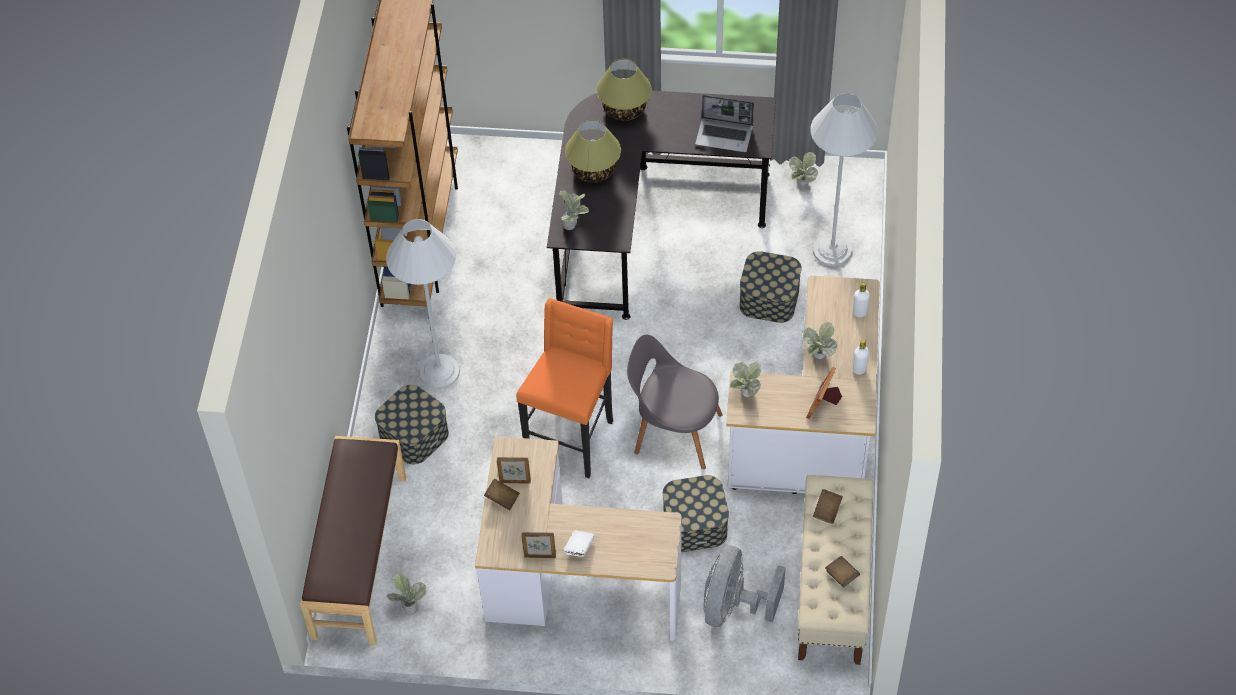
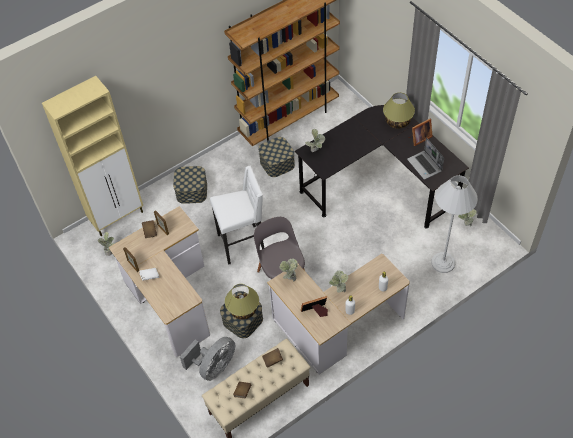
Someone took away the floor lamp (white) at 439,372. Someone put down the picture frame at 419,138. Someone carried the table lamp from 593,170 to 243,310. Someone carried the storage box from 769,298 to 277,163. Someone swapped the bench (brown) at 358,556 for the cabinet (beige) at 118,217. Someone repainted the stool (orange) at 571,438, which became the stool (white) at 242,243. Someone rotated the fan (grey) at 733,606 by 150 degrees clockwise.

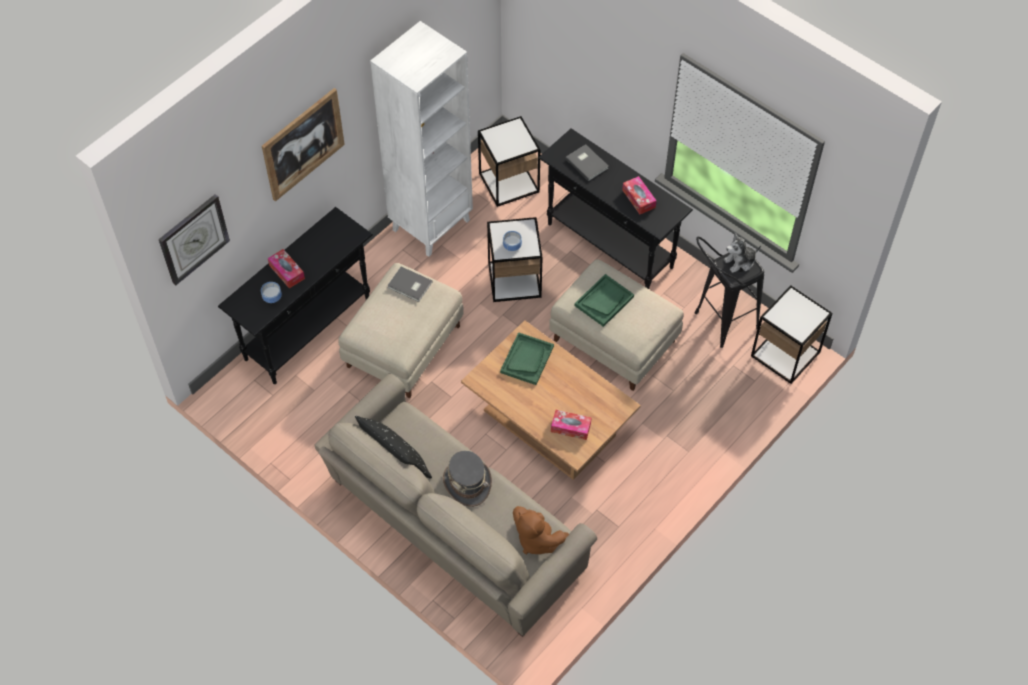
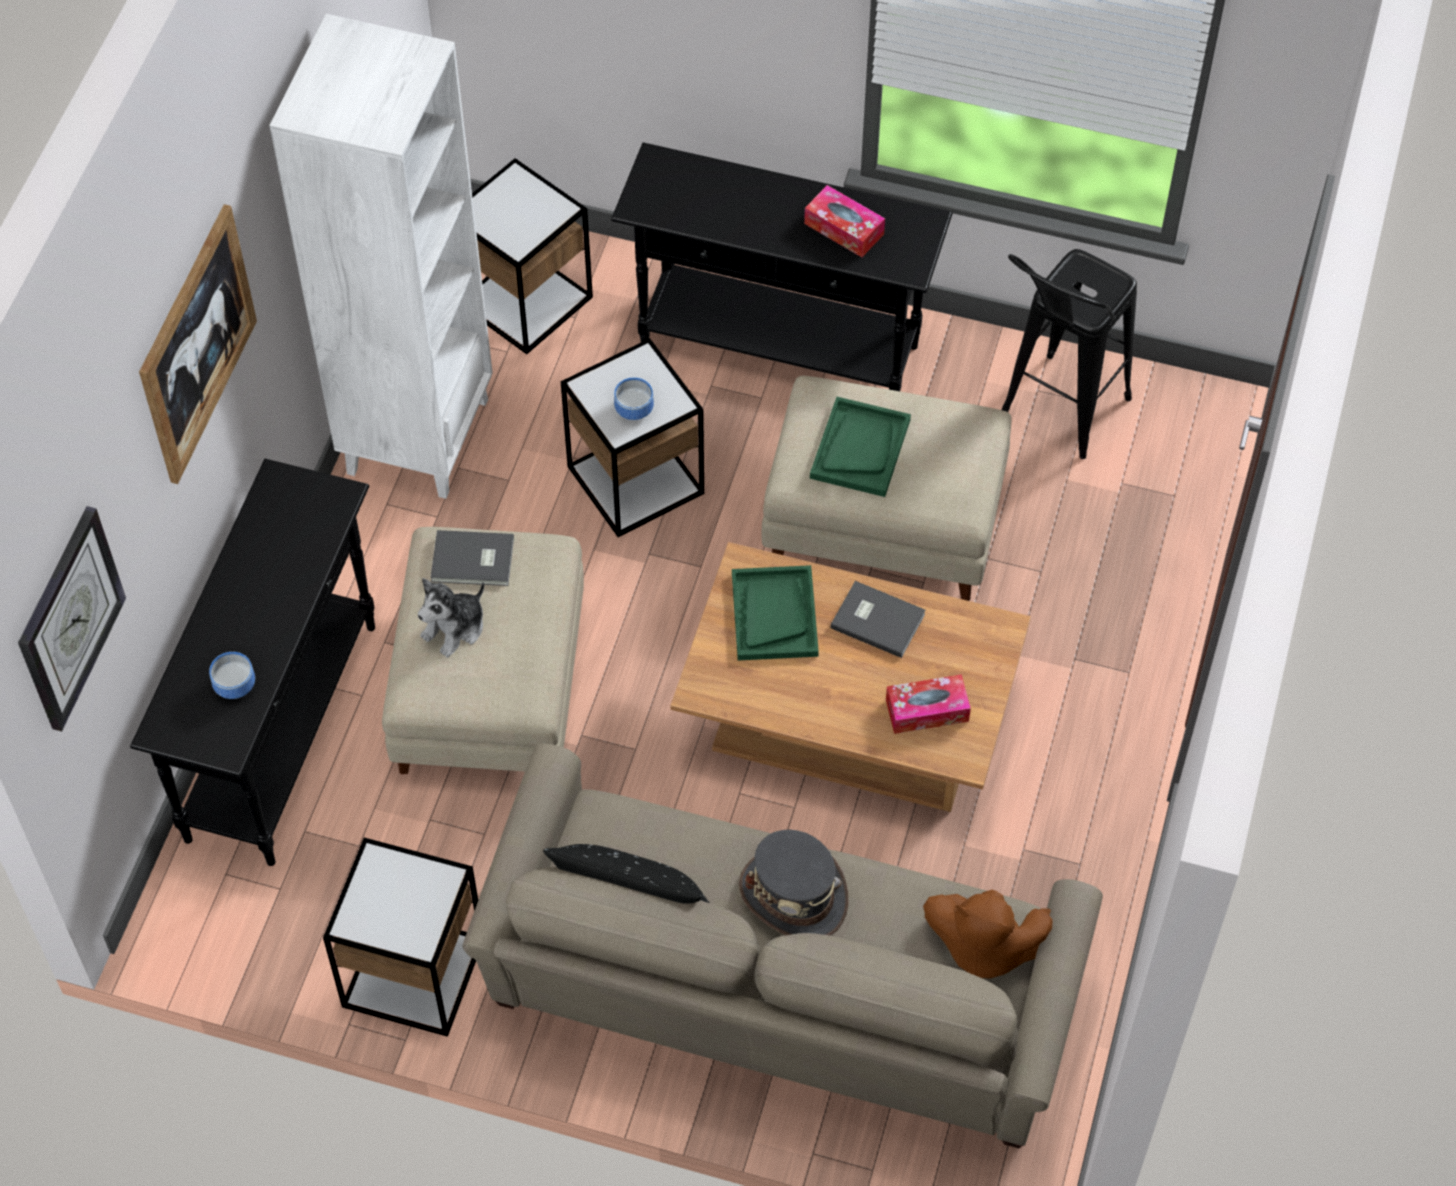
Someone took away the tissue box at 287,272. Someone carried the book (grey) from 587,163 to 877,619. Someone carried the plush toy from 740,262 to 455,628. Someone carried the side table from 785,354 to 413,972.

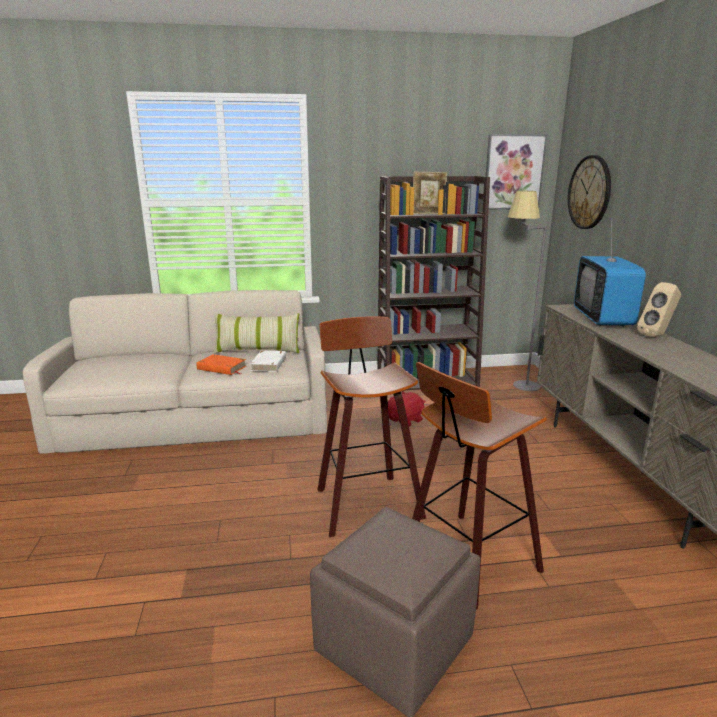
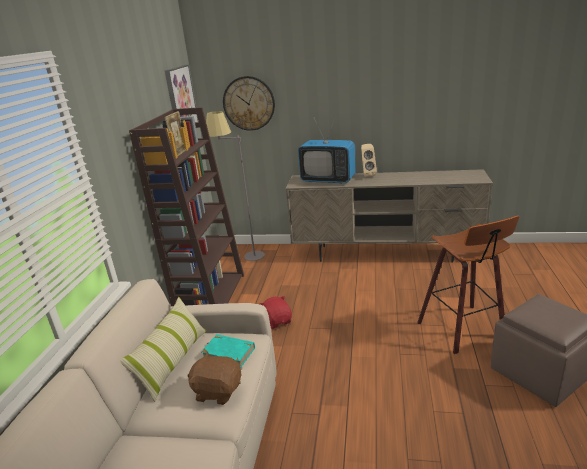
Someone took away the stool at 365,502. Someone swapped the book (orange) at 222,368 for the plush toy (brown) at 217,391. Someone repainted the book (white) at 269,364, which became the book (turquoise) at 228,353.

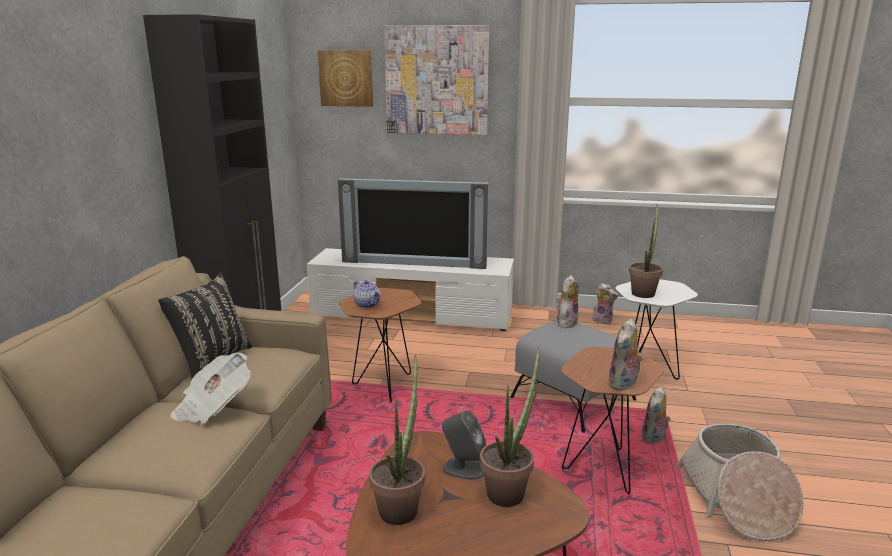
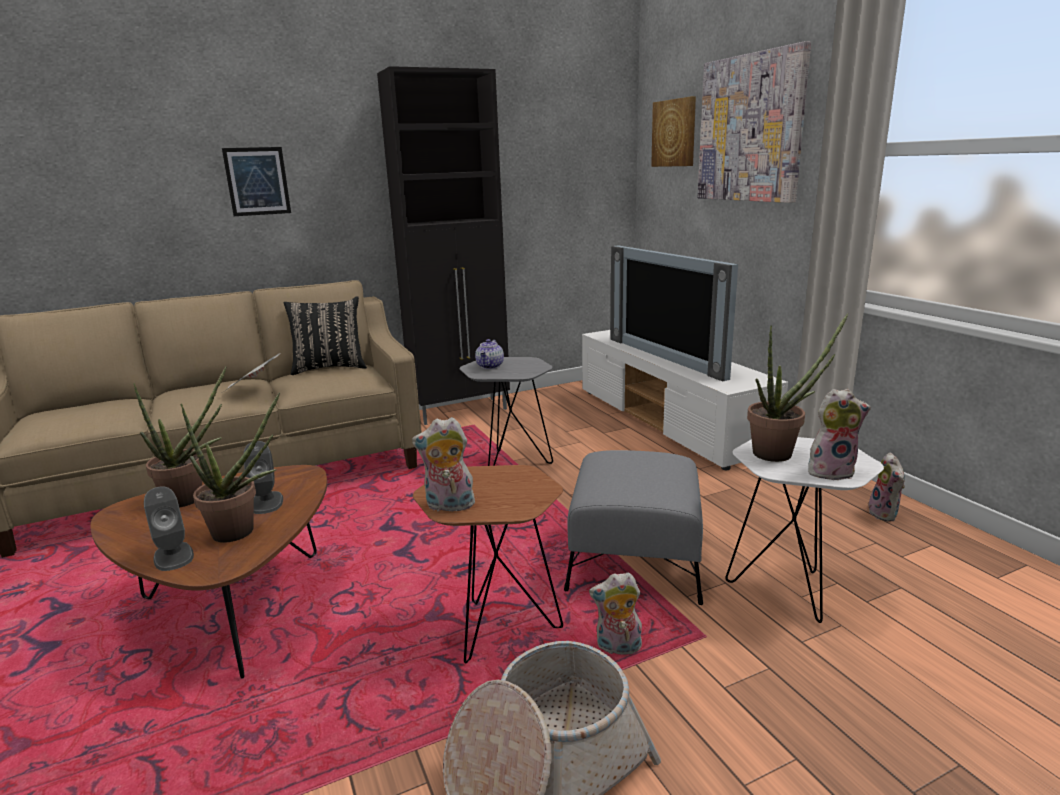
Someone put down the speaker (grey) at 173,556. Someone put up the picture at 257,181. Someone carried the plush toy from 566,323 to 831,471. Someone repainted the side table (brown) at 383,387, which became the side table (grey) at 510,463.

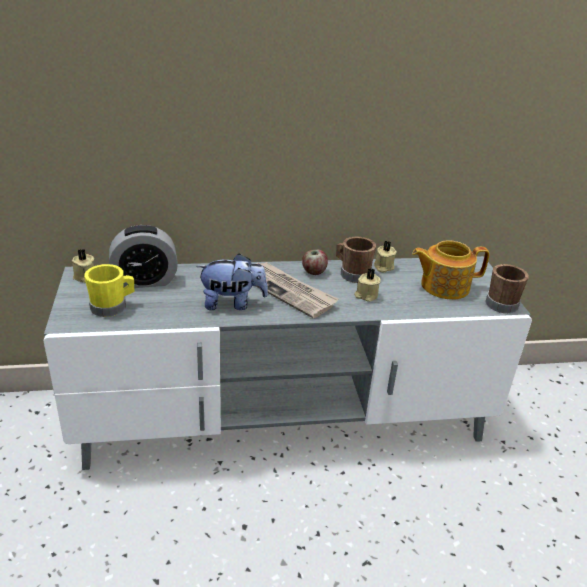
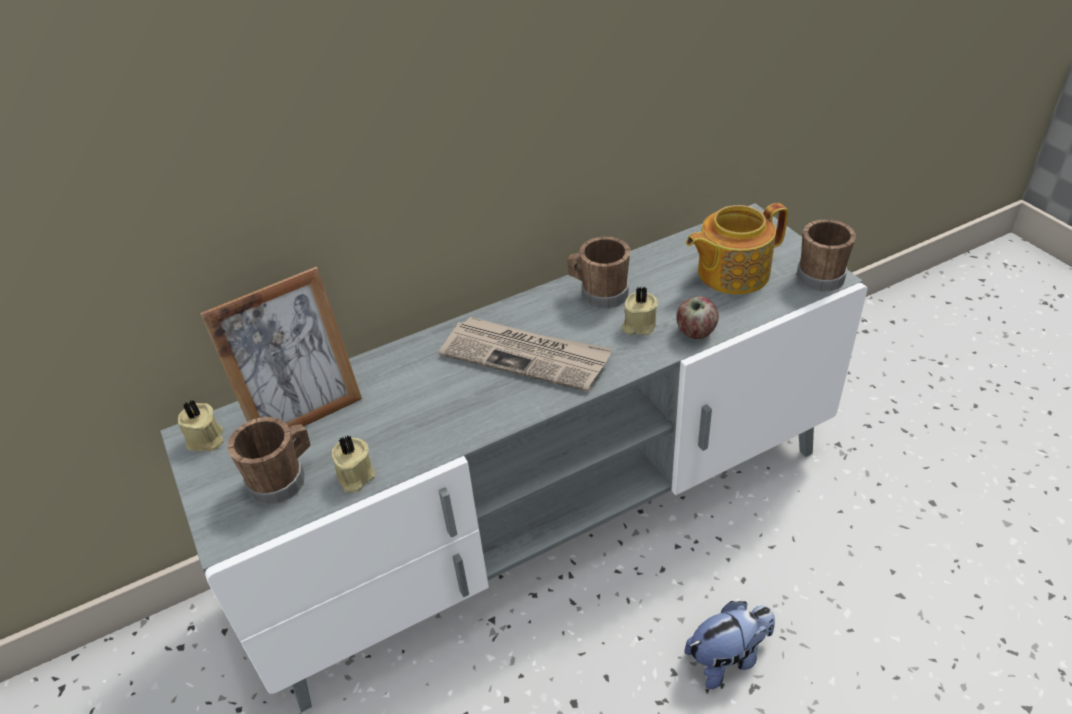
Someone carried the plush toy from 232,303 to 727,658. Someone carried the apple from 313,272 to 695,332. Someone carried the candle (beige) from 383,267 to 354,476. Someone swapped the alarm clock at 145,281 for the picture frame at 305,413. Someone repainted the mug (yellow) at 112,307, which became the mug (brown) at 283,479.

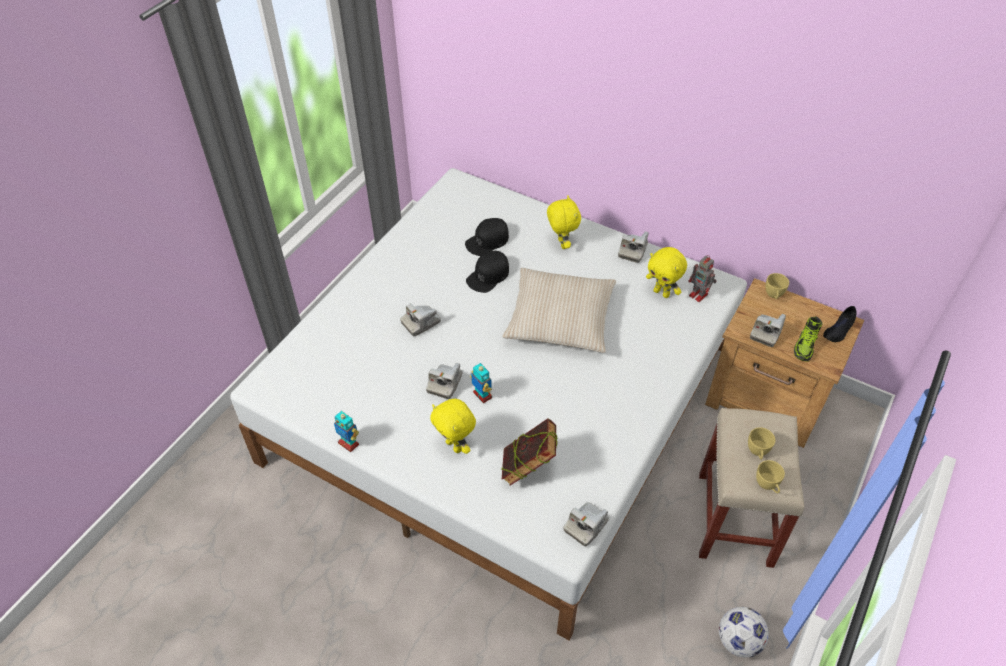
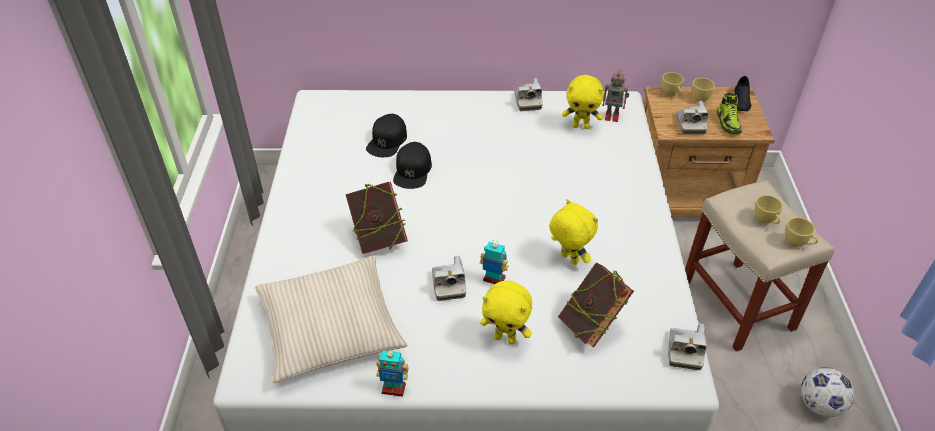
Someone put down the cup (yellow) at 701,97. Someone carried the pillow (beige) from 560,319 to 330,327. Someone carried the plush toy (yellow) from 561,244 to 568,259. Someone swapped the photo camera at 421,323 for the book at 379,239.

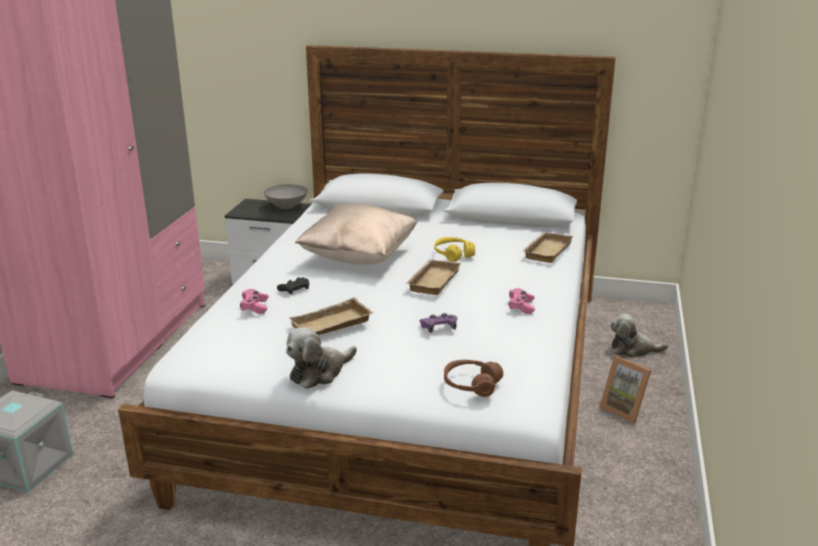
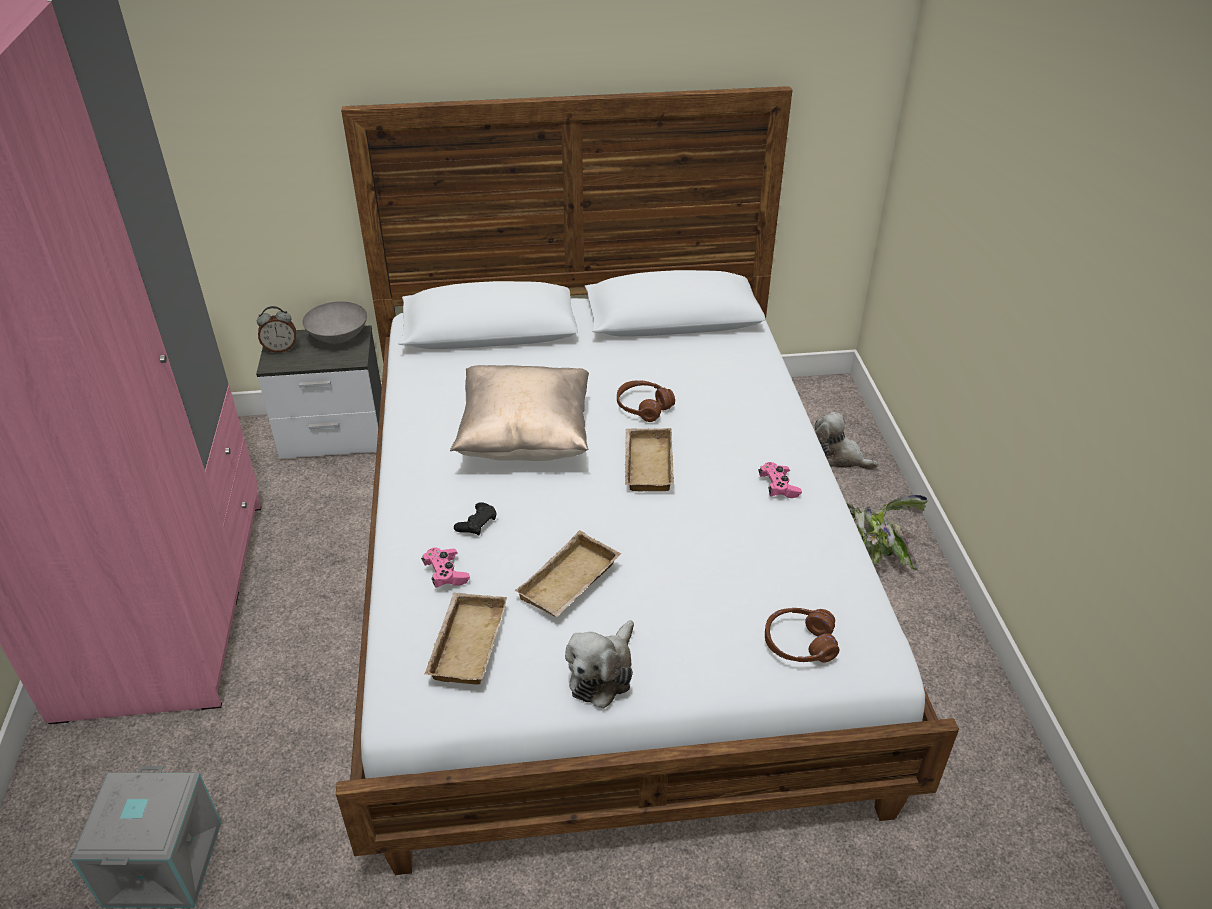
Someone took away the game controller (purple) at 438,328. Someone put down the alarm clock at 281,349. Someone carried the tray (beige) from 546,250 to 465,642. Someone swapped the picture frame at 624,409 for the potted plant at 870,552. Someone repainted the headphones (yellow) at 453,255, which became the headphones (brown) at 643,407. Someone rotated the plush toy at 633,349 by 45 degrees clockwise.

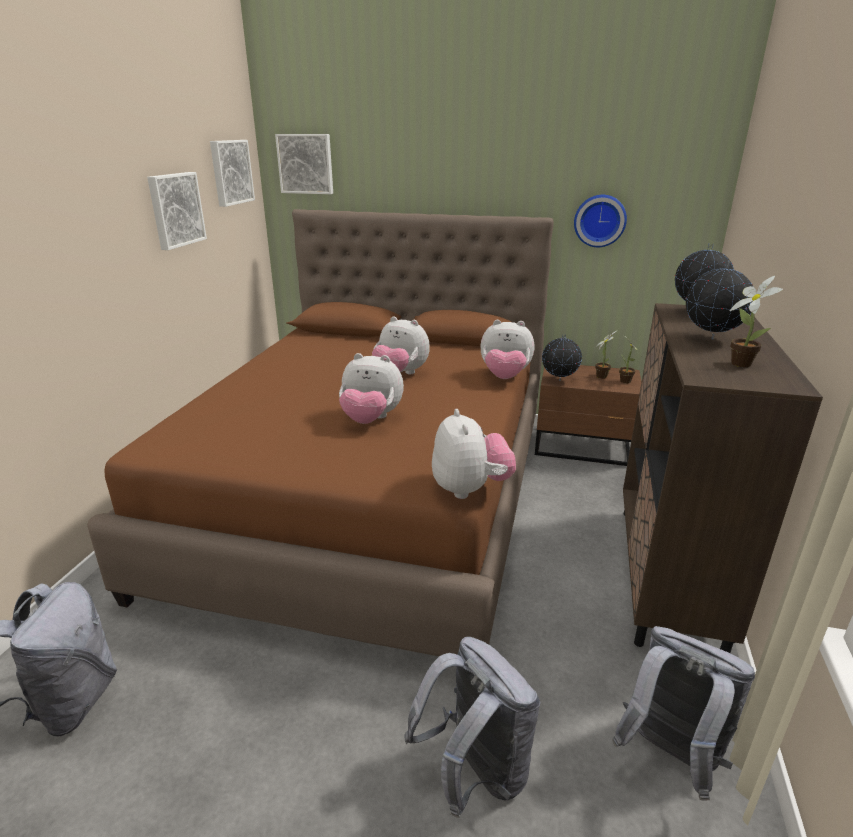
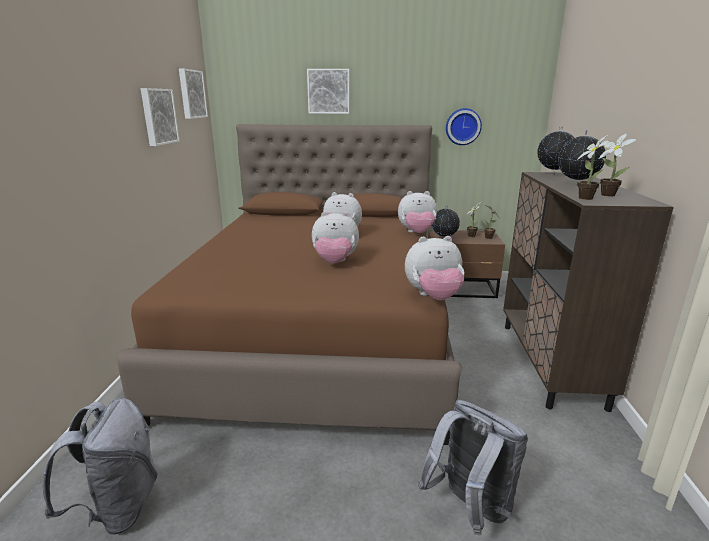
Someone took away the backpack (grey) at 668,755. Someone put down the potted plant at 585,197. Someone carried the picture from 306,164 to 328,91. Someone rotated the plush toy at 470,489 by 105 degrees clockwise.

